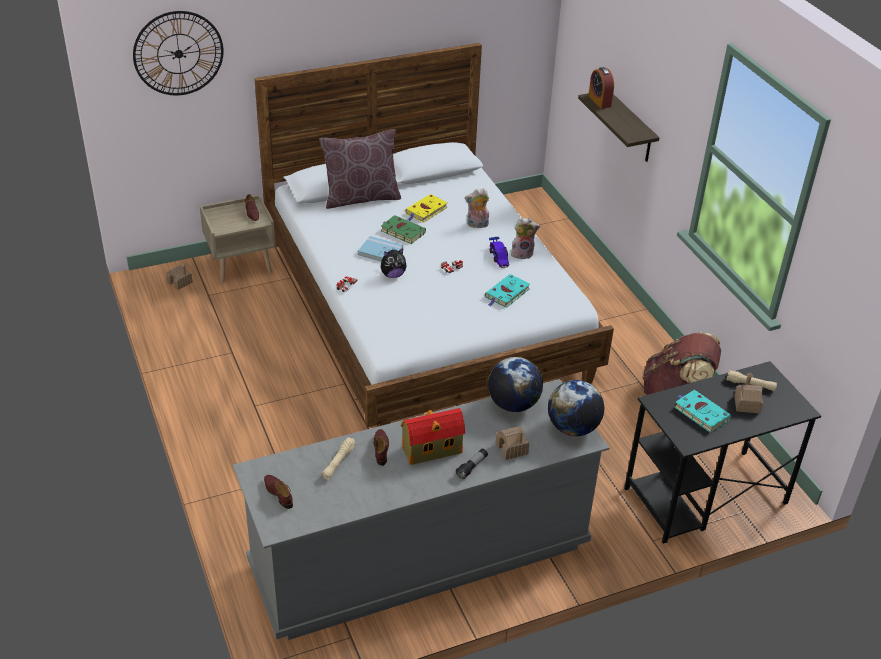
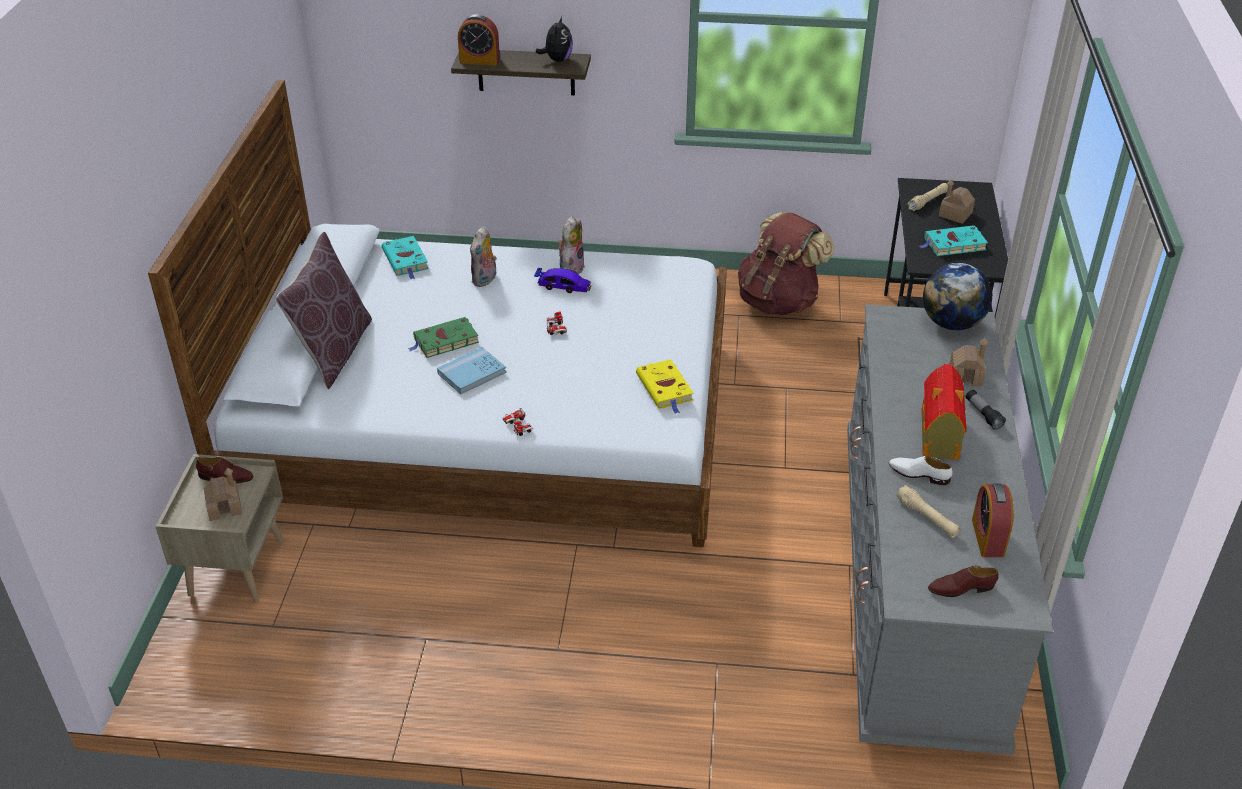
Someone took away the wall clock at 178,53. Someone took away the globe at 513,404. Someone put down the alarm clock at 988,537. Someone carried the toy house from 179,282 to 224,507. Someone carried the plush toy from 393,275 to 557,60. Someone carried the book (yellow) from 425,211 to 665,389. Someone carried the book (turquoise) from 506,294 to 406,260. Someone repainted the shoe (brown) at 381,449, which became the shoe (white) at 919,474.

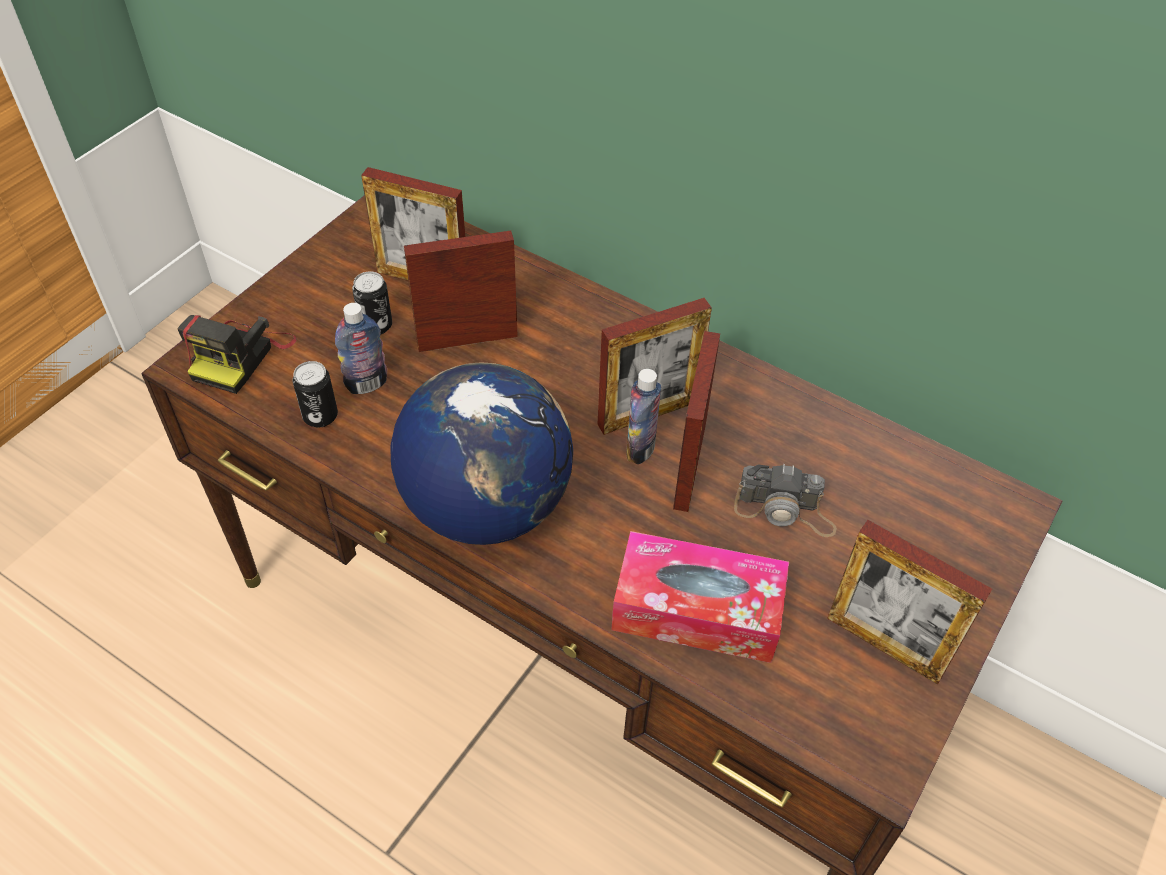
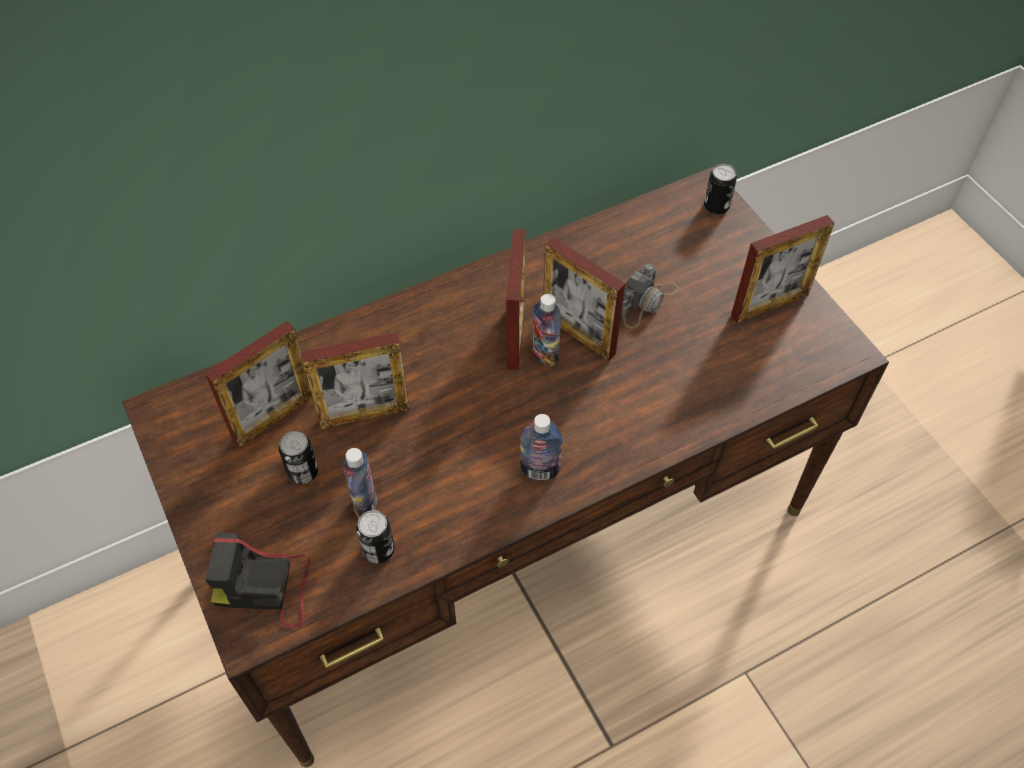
Someone took away the tissue box at 697,610. Someone put down the can at 716,206. Someone swapped the globe at 486,505 for the bottle at 540,470. Someone rotated the photo camera at 241,356 by 135 degrees clockwise. Someone rotated the picture frame at 467,339 by 120 degrees counterclockwise.

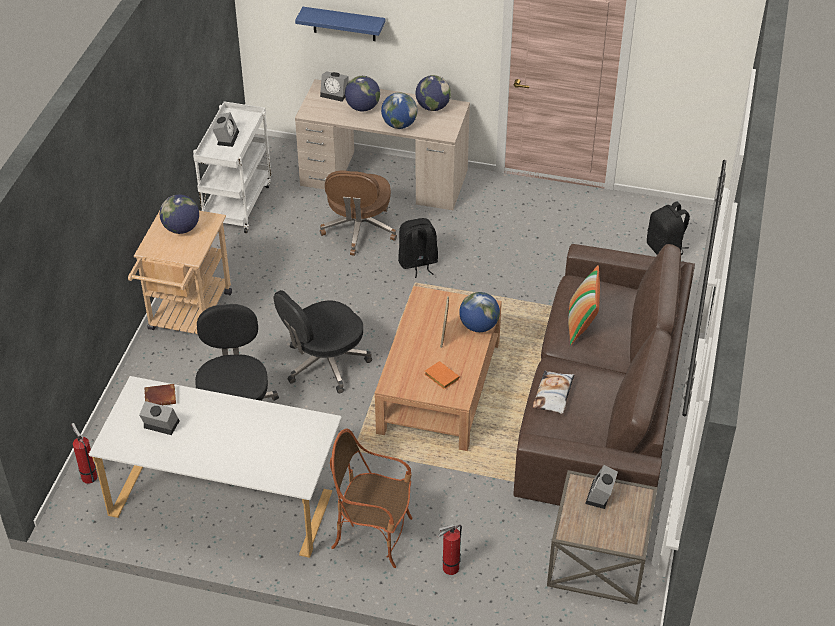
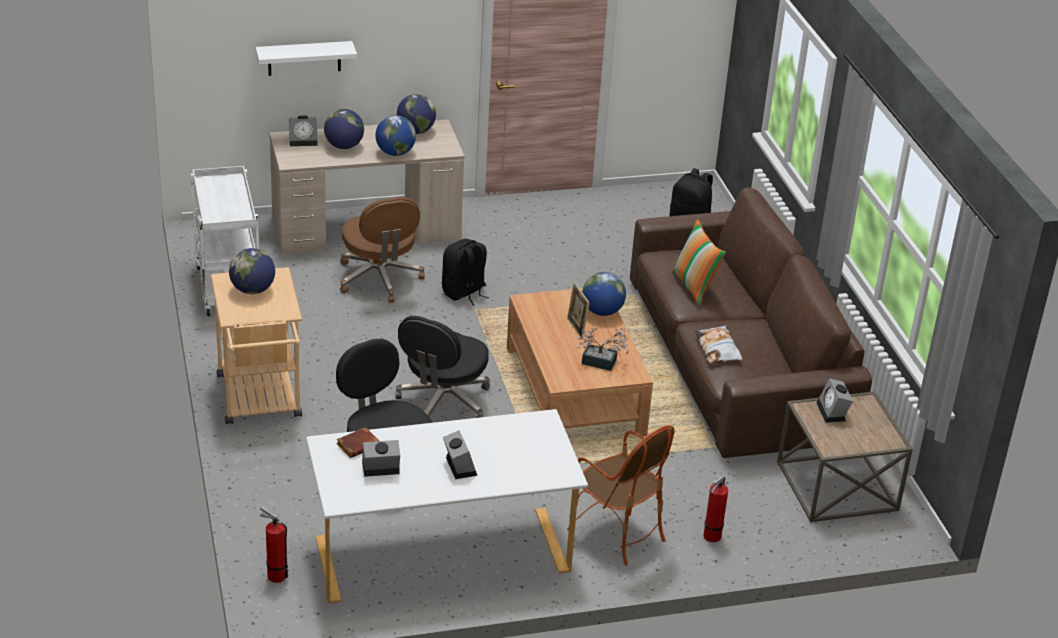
Someone carried the alarm clock from 226,137 to 459,466. Someone swapped the book (orange) at 440,377 for the potted plant at 603,363. Someone repainted the shelf (blue) at 344,24, which became the shelf (white) at 304,58. Someone rotated the armchair at 373,535 by 120 degrees counterclockwise.

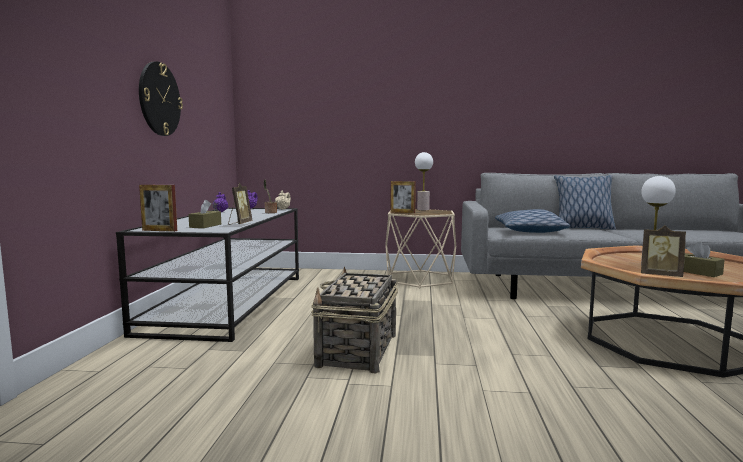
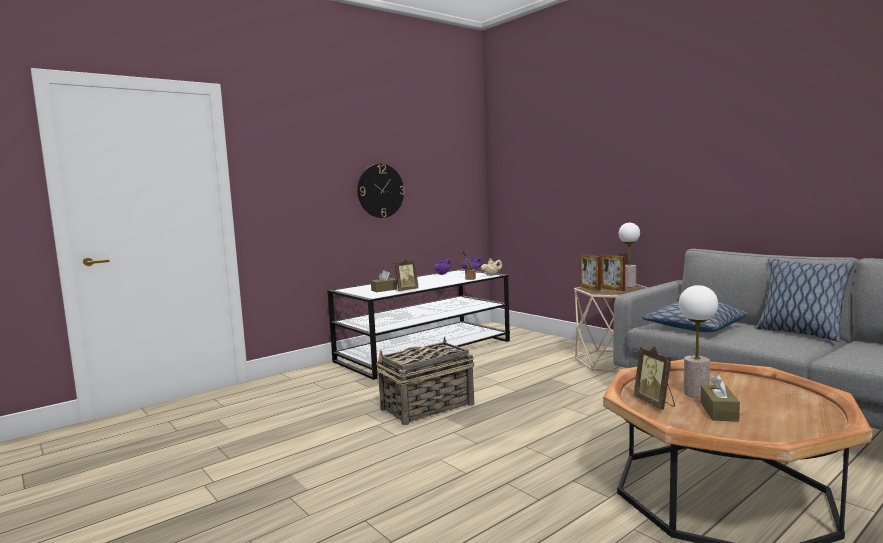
Someone carried the picture frame from 159,230 to 613,289.

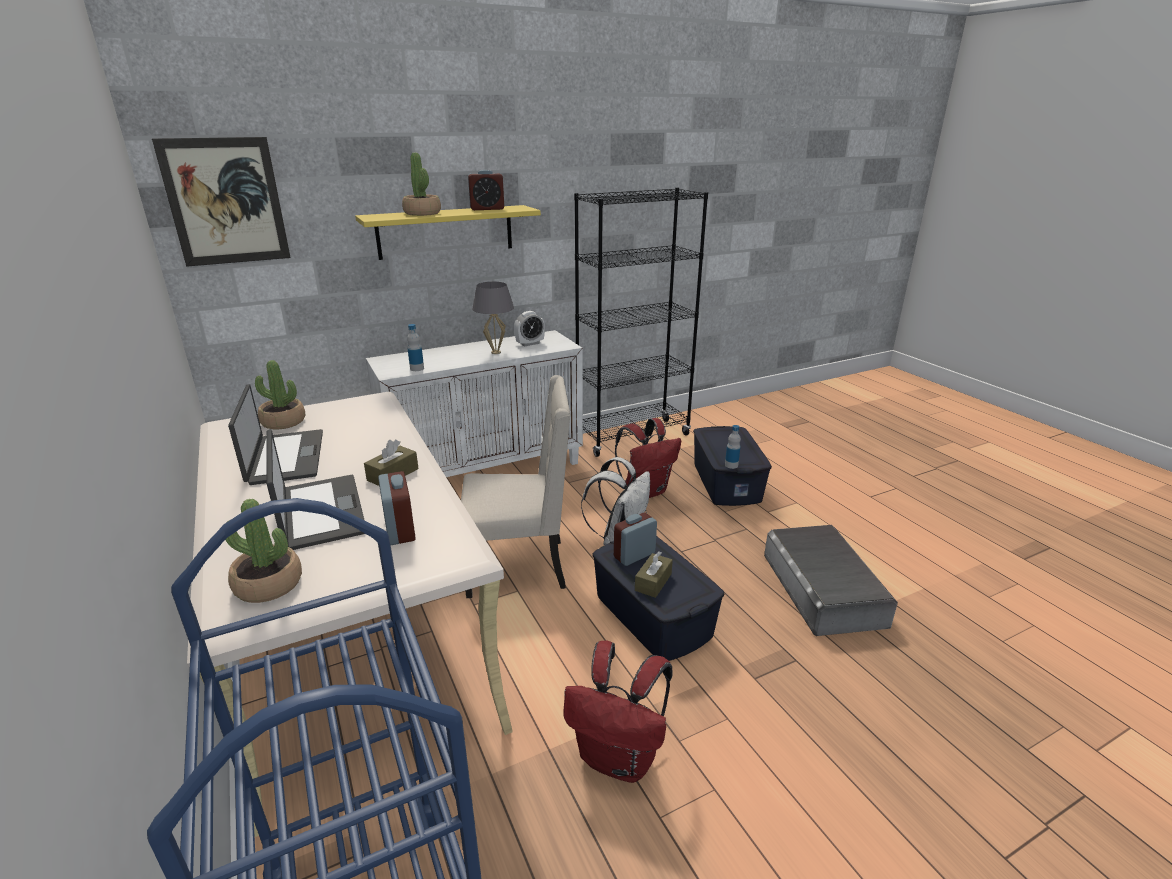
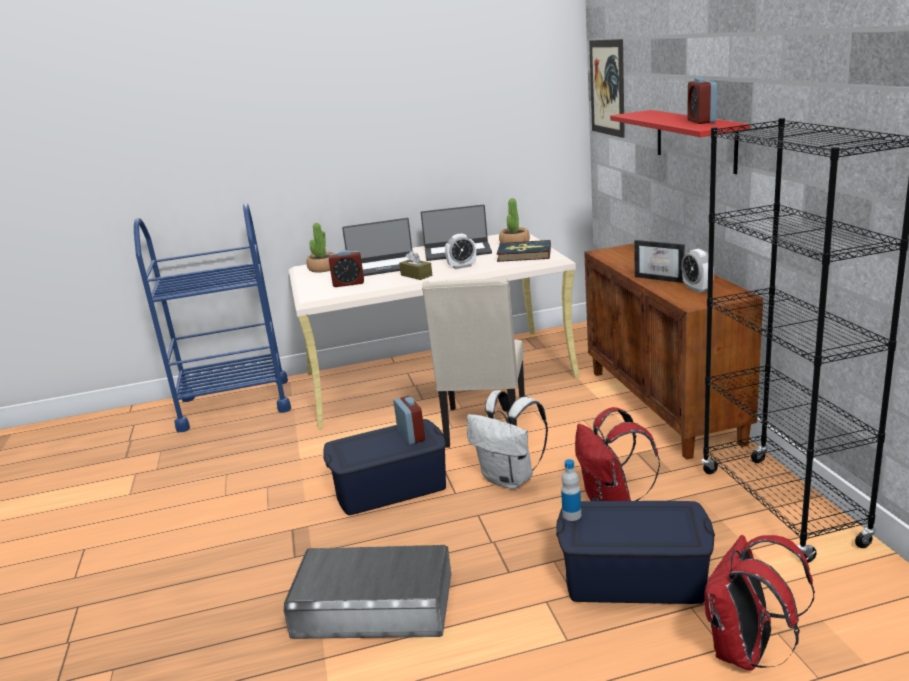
Someone took away the potted plant at 422,213. Someone took away the bottle at 417,368. Someone took away the tissue box (brown) at 653,582. Someone put down the alarm clock at 462,266. Someone put down the book at 524,254. Someone carried the backpack (red) from 619,758 to 746,653. Someone swapped the table lamp (grey) at 496,352 for the picture frame at 662,278. Someone repainted the shelf (yellow) at 445,232, which became the shelf (red) at 695,140. Someone repainted the cabinet (white) at 486,470, which became the cabinet (brown) at 664,406.

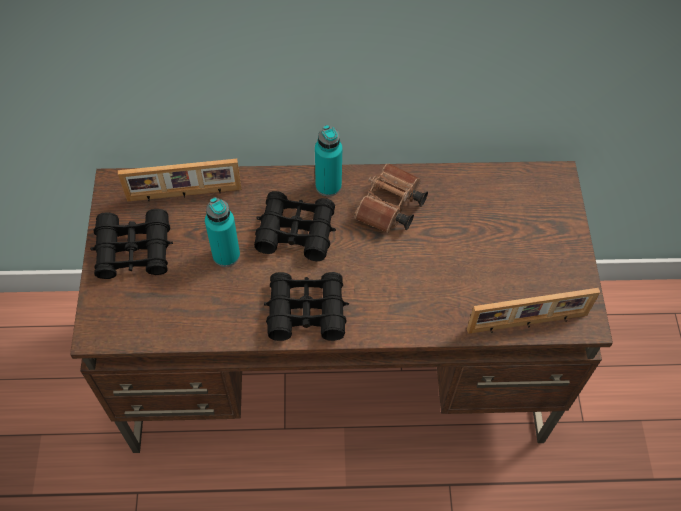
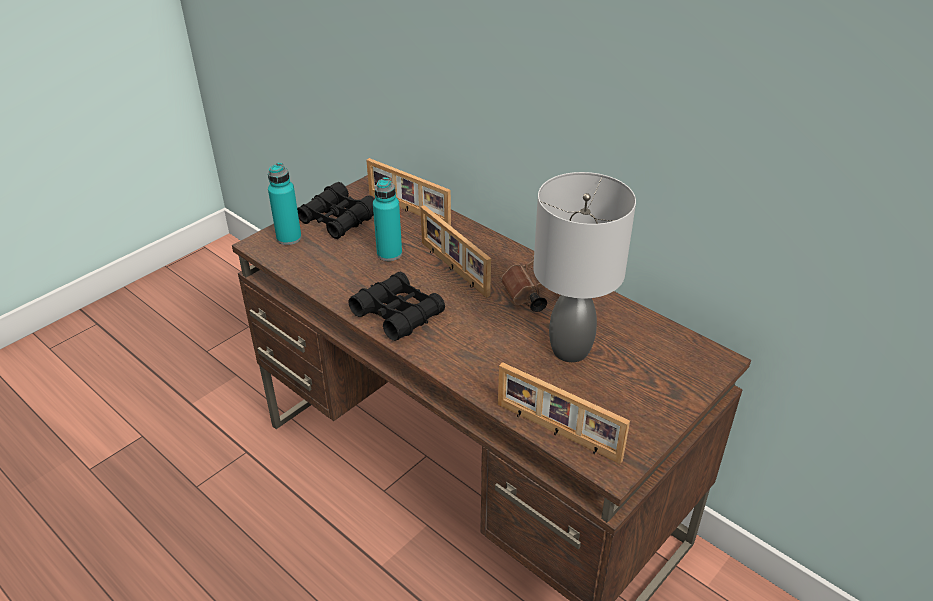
Someone put down the table lamp (grey) at 571,349. Someone carried the bottle (turquoise) from 328,186 to 289,238. Someone swapped the binoculars (black) at 296,231 for the picture frame at 453,269.

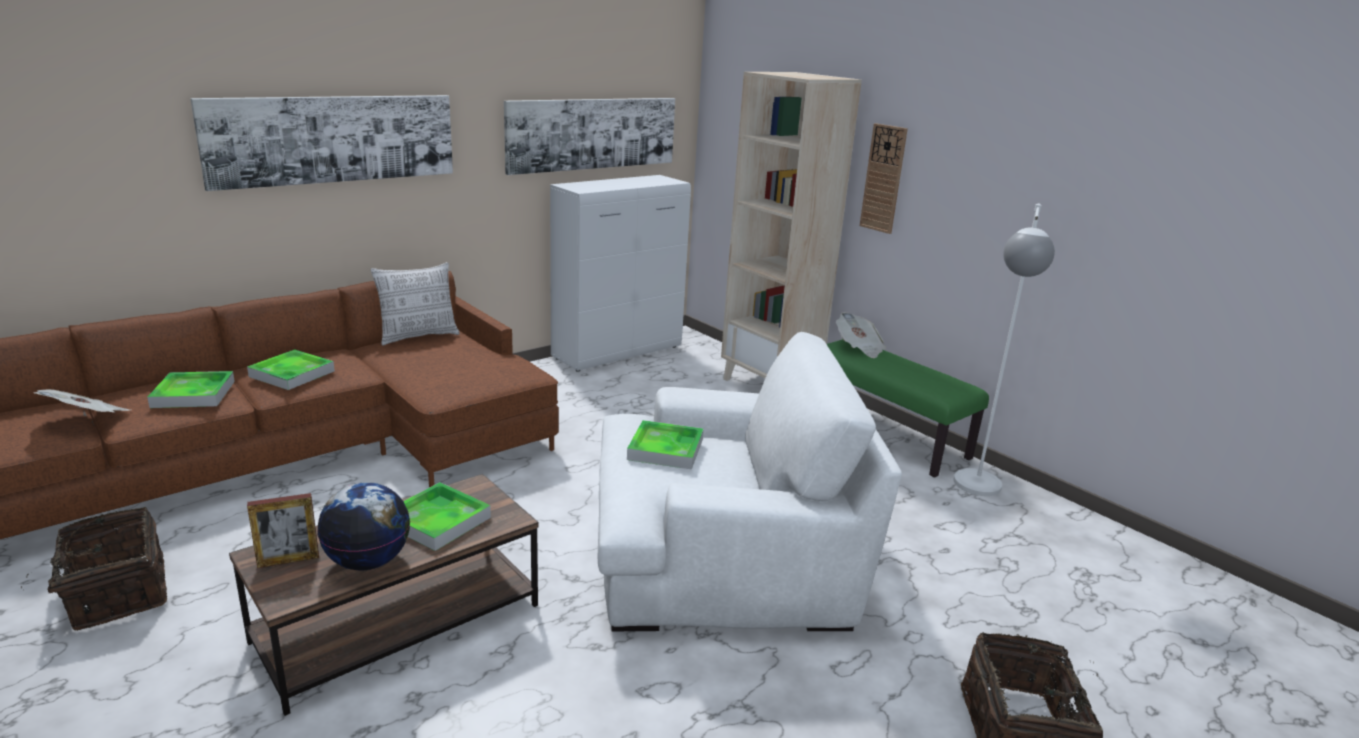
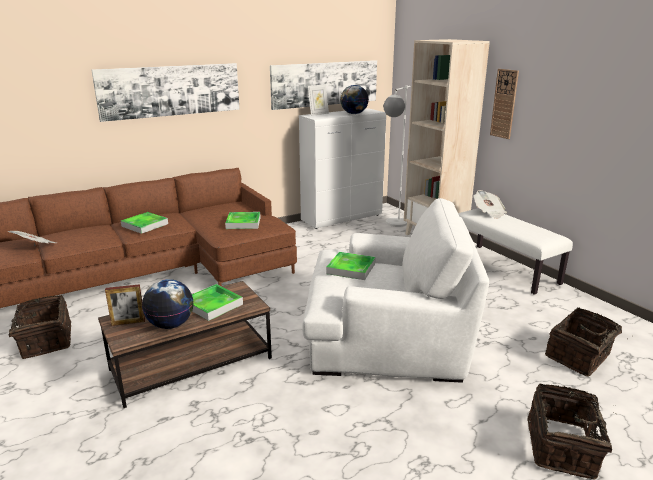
Someone took away the pillow at 418,336. Someone put down the picture frame at 318,114. Someone put down the globe at 354,114. Someone put down the basket at 580,356. Someone carried the tray from 193,394 to 243,223. Someone carried the floor lamp (white) from 976,492 to 393,225. Someone repainted the bench (green) at 883,435, which became the bench (white) at 504,268.

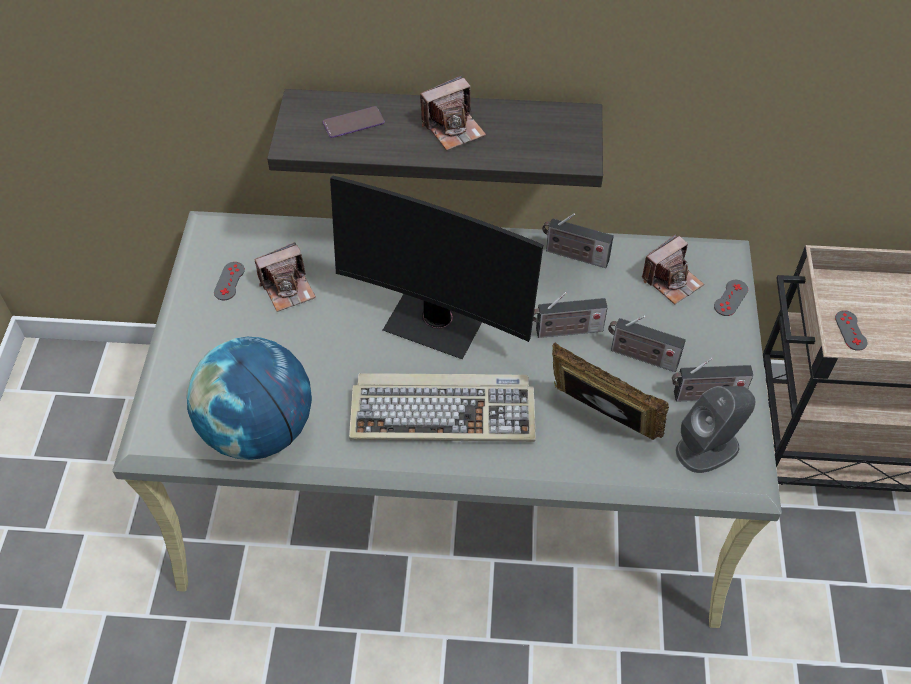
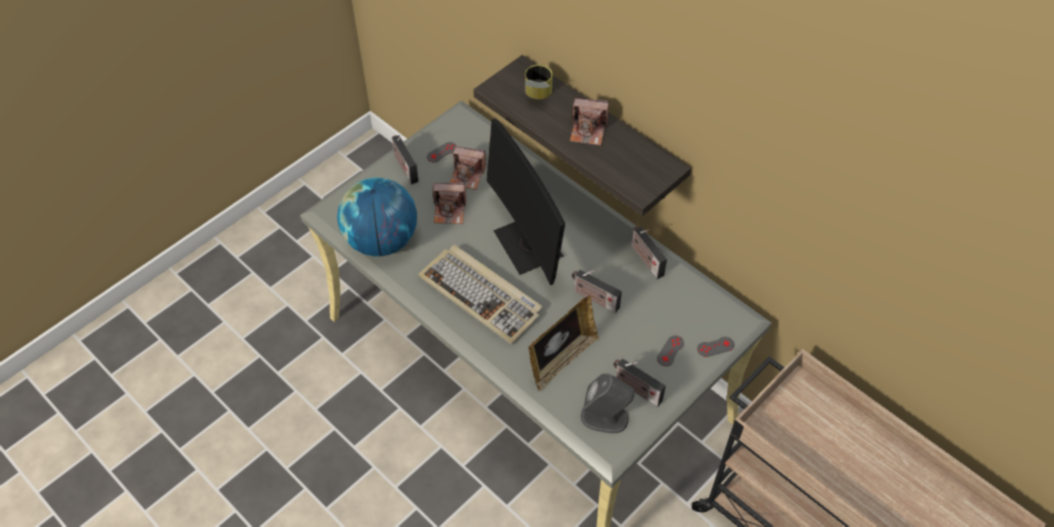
Someone carried the radio from 640,356 to 404,167. Someone carried the photo camera from 672,281 to 450,211. Someone carried the game controller (grey) from 850,330 to 670,351. Someone swapped the phone at 353,123 for the can at 537,95. Someone rotated the picture frame at 601,420 by 60 degrees clockwise.

